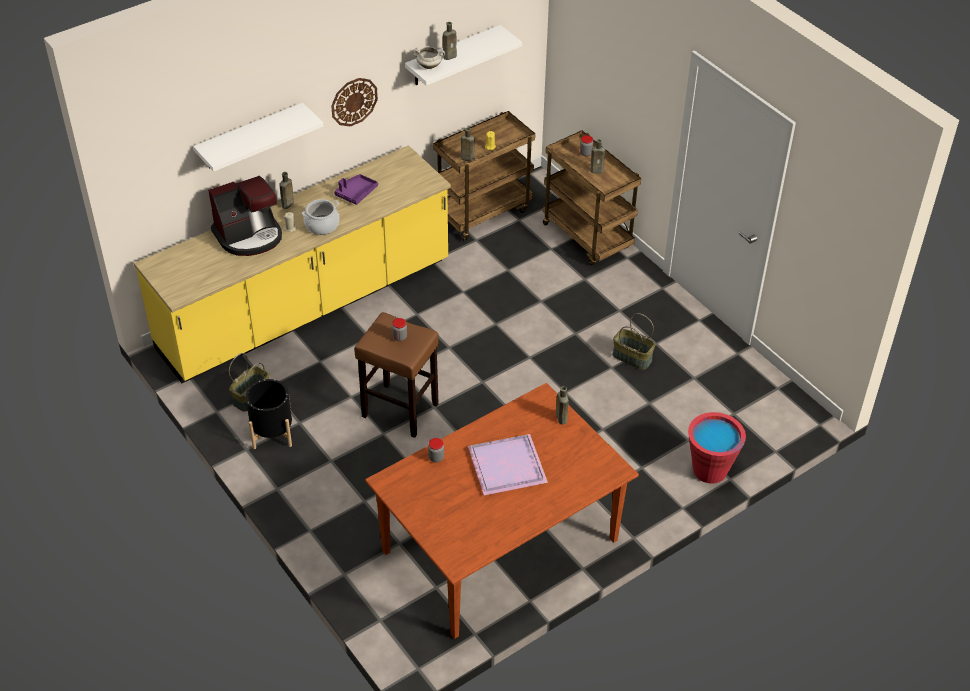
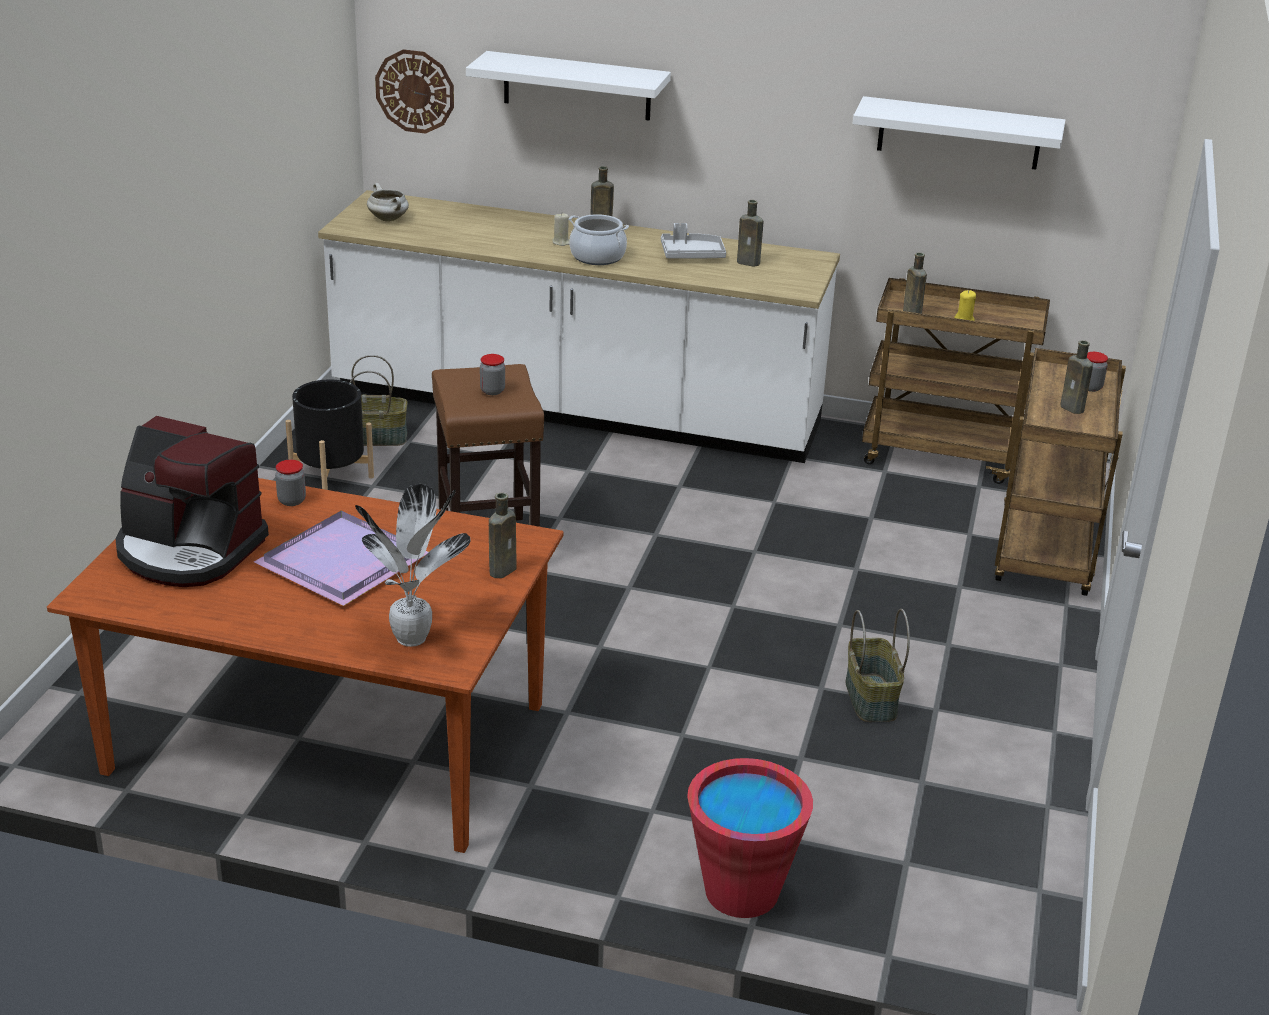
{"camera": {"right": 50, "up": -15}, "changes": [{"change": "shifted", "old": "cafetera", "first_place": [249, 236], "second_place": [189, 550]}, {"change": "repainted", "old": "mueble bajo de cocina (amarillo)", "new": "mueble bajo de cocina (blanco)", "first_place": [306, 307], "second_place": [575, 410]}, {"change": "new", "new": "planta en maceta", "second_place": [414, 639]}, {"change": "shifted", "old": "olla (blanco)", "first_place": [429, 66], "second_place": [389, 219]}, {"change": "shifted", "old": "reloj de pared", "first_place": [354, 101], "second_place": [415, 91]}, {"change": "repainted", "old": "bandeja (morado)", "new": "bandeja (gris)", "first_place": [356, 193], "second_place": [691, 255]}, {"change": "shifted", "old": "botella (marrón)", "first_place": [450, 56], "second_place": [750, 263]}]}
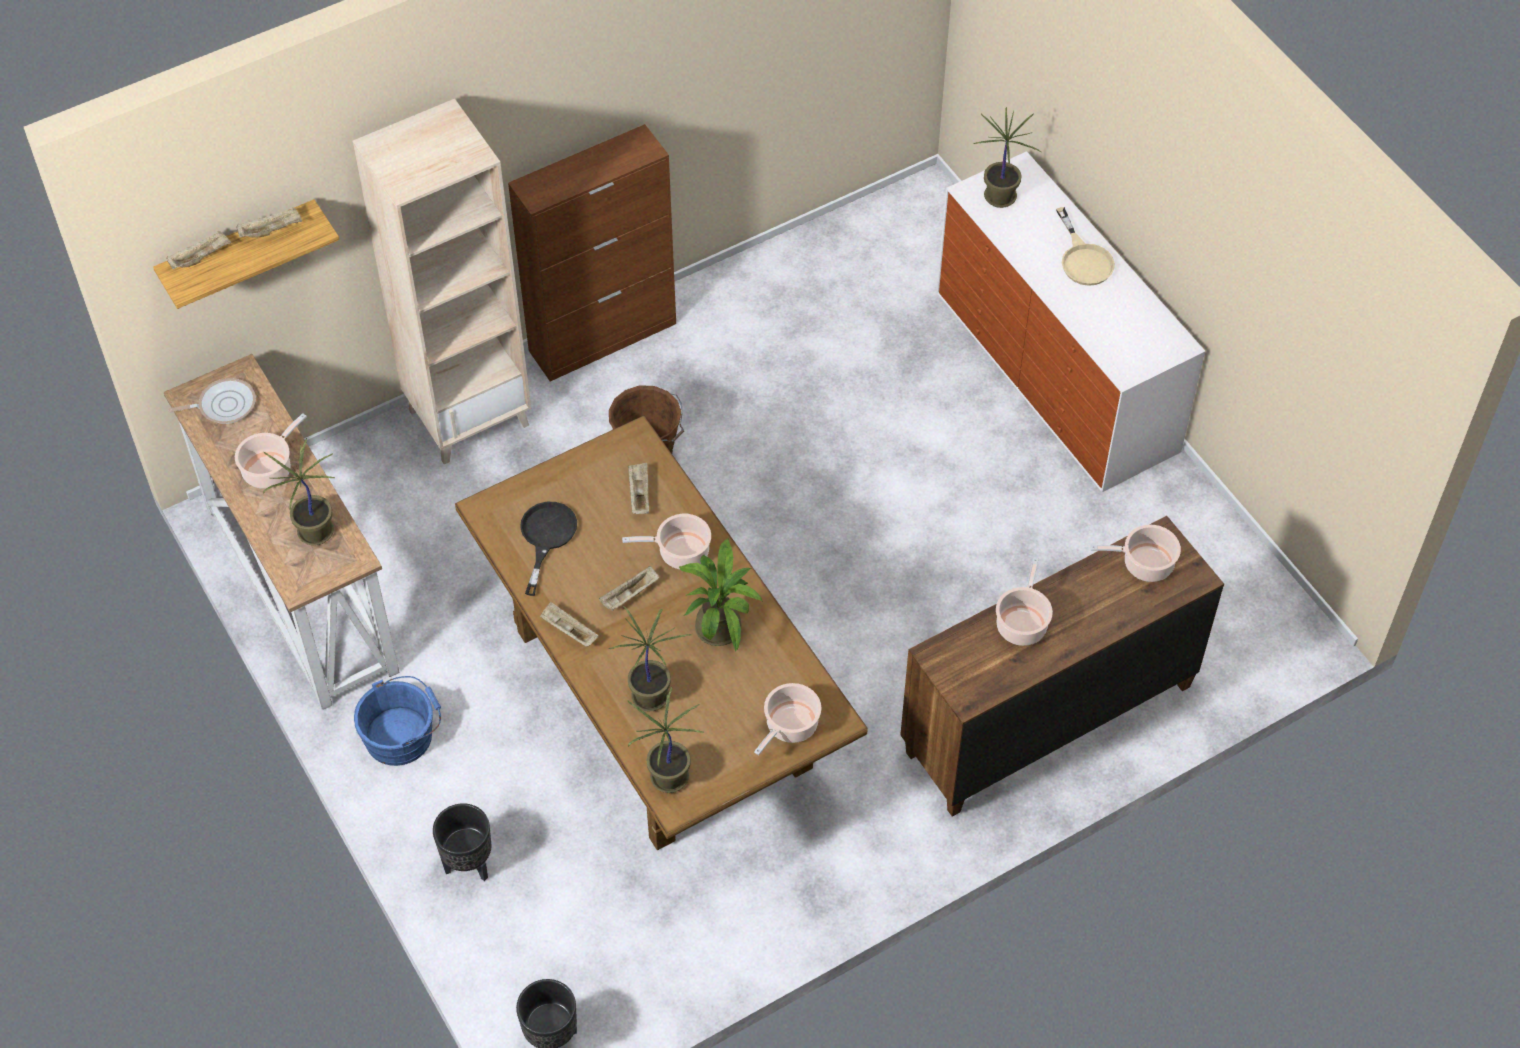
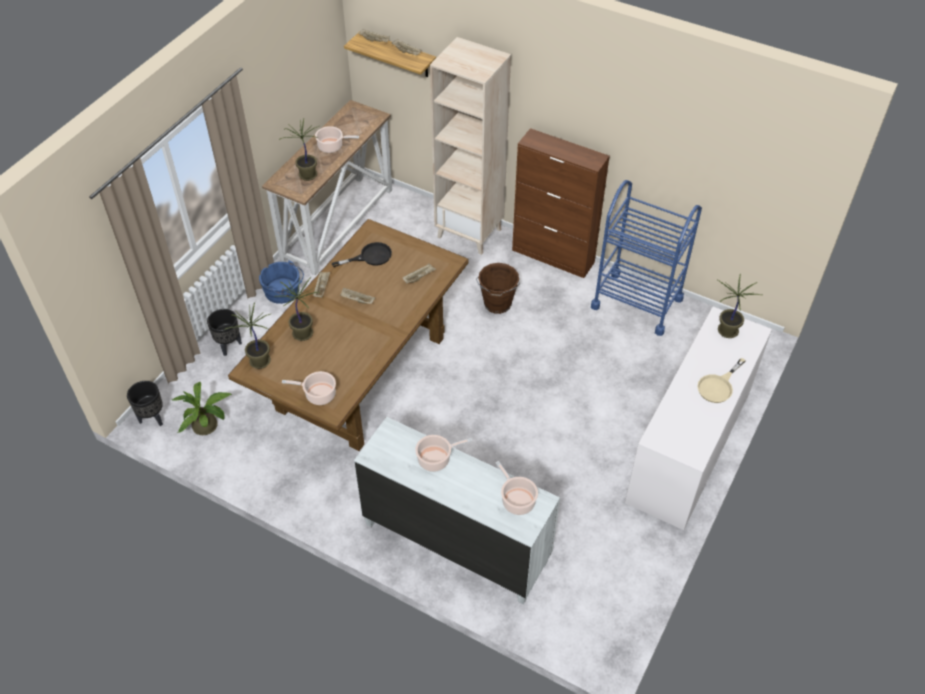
{"camera": {"right": 60, "up": -5}, "changes": [{"change": "shifted", "old": "planta en maceta", "first_place": [721, 624], "second_place": [208, 426]}, {"change": "repainted", "old": "cómoda (marrón)", "new": "cómoda (blanco)", "first_place": [1046, 718], "second_place": [455, 541]}, {"change": "new", "new": "carrito (azul)", "second_place": [636, 303]}, {"change": "gone", "old": "sartén", "first_place": [224, 405]}, {"change": "gone", "old": "olla", "first_place": [680, 552]}]}
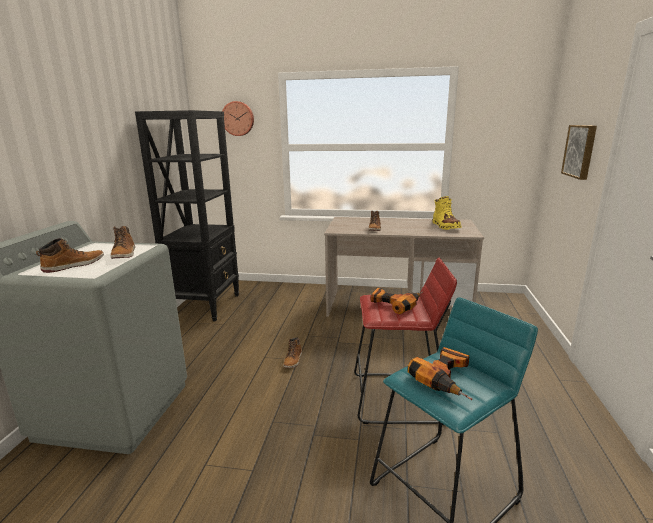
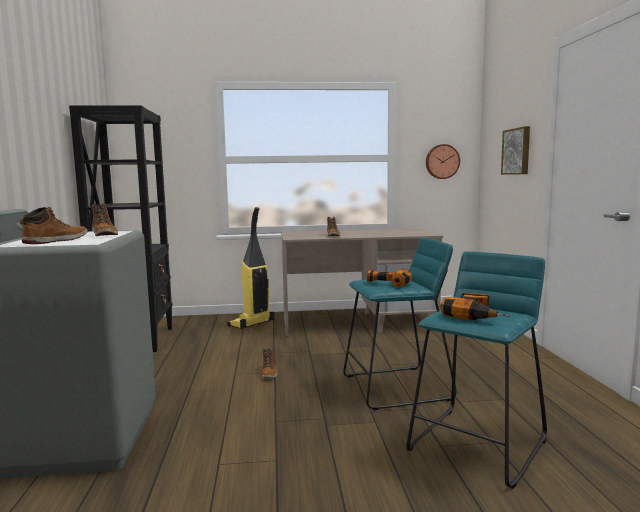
{"camera": {"right": -15, "up": -10}, "changes": [{"change": "new", "new": "aspiradora", "second_place": [251, 324]}, {"change": "repainted", "old": "taburete (rojo)", "new": "taburete (turquesa)", "first_place": [398, 398], "second_place": [397, 388]}, {"change": "shifted", "old": "reloj de pared", "first_place": [238, 118], "second_place": [442, 161]}, {"change": "gone", "old": "bota (amarillo)", "first_place": [445, 226]}]}
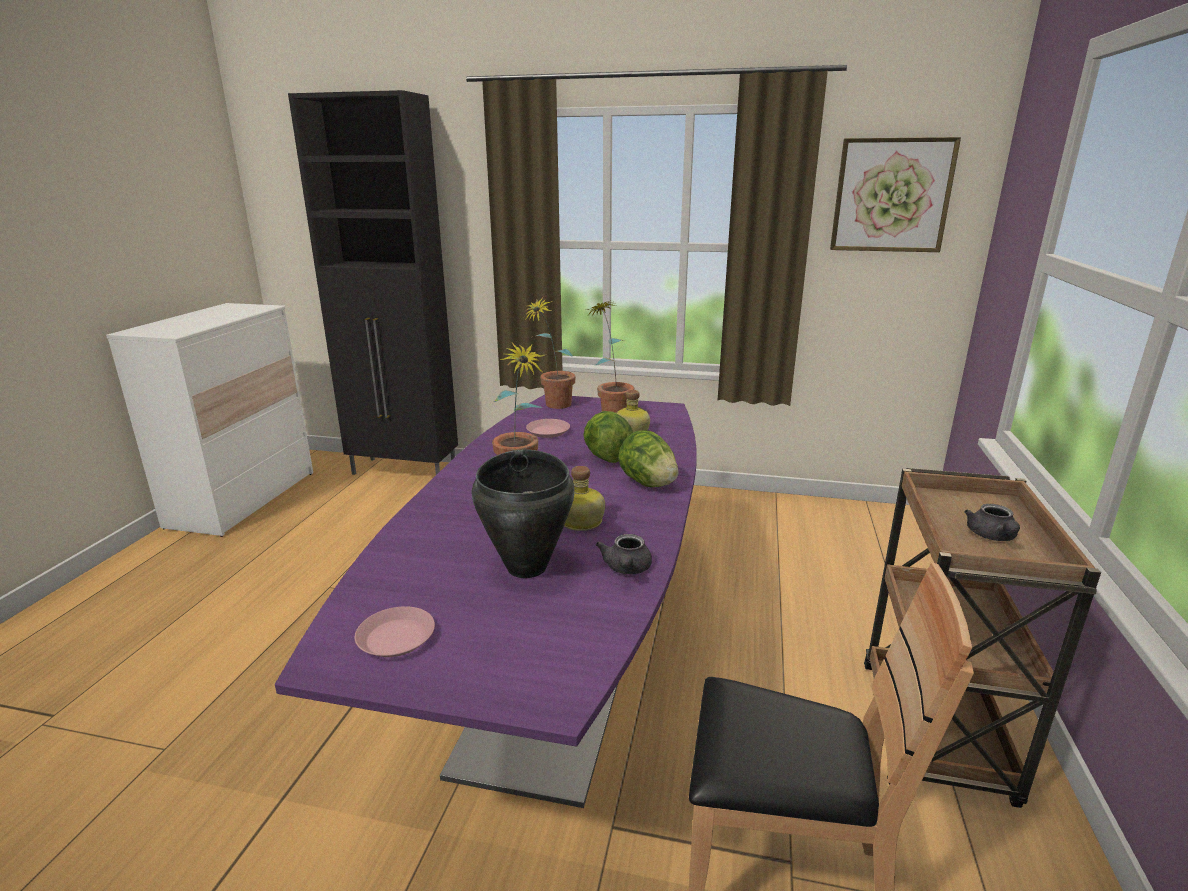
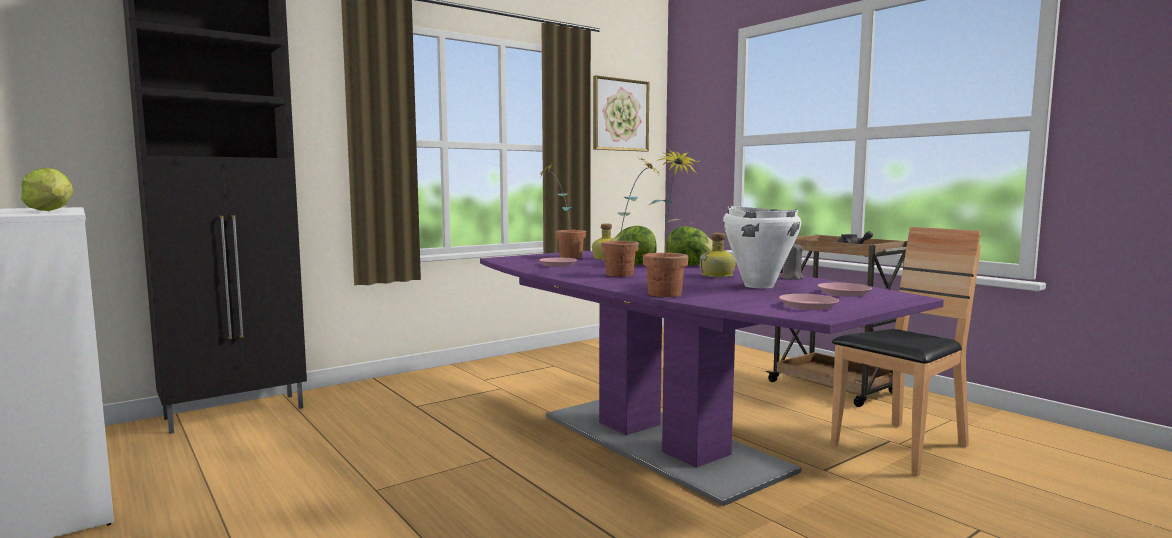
{"camera": {"right": -50, "up": -15}, "changes": [{"change": "new", "new": "lechuga", "second_place": [52, 211]}, {"change": "shifted", "old": "planta en maceta", "first_place": [552, 406], "second_place": [667, 296]}, {"change": "repainted", "old": "olla (negro)", "new": "olla (blanco)", "first_place": [527, 567], "second_place": [758, 286]}, {"change": "swapped", "old": "tetera (gris)", "new": "vela (gris)", "first_place": [626, 569], "second_place": [791, 278]}, {"change": "new", "new": "plato (rosa)", "second_place": [843, 293]}]}
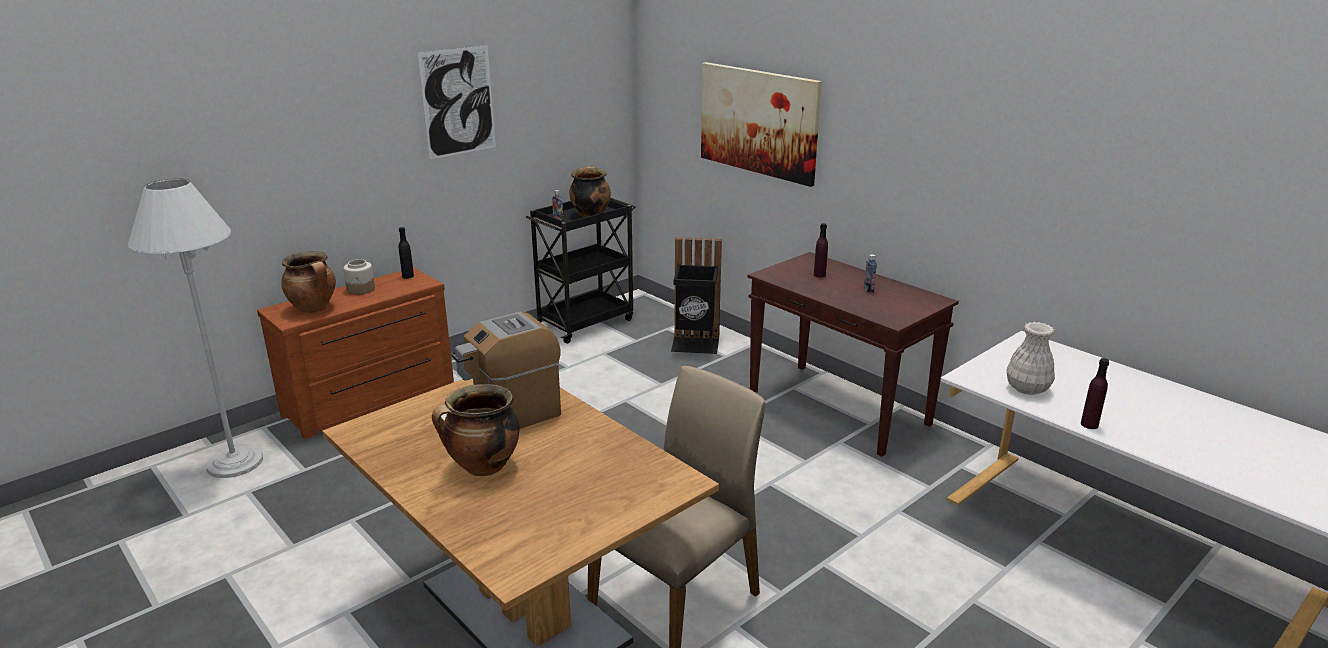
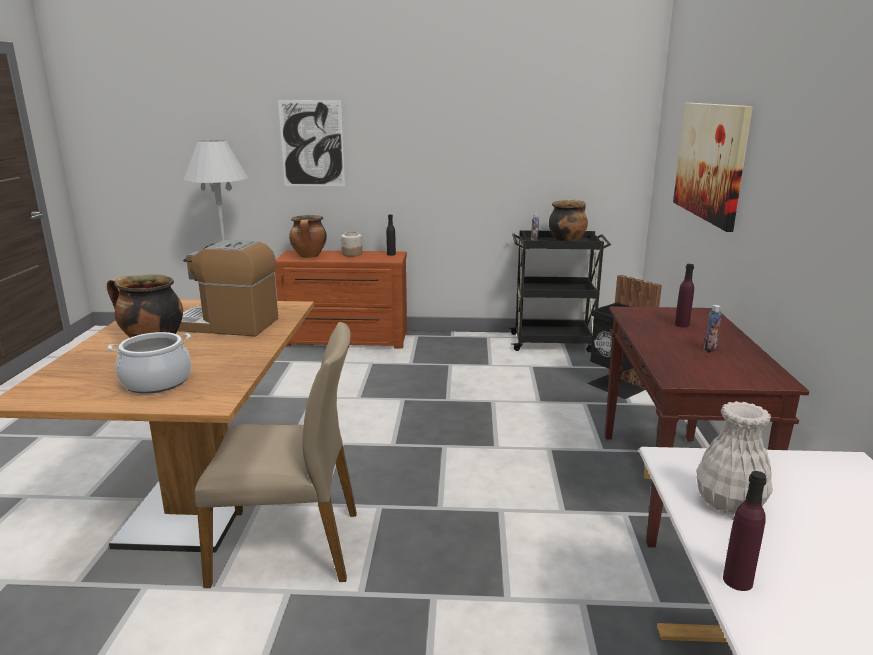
{"camera": {"right": 45, "up": -5}, "changes": [{"change": "new", "new": "olla", "second_place": [156, 382]}, {"change": "shifted", "old": "cuadro", "first_place": [458, 102], "second_place": [312, 143]}]}
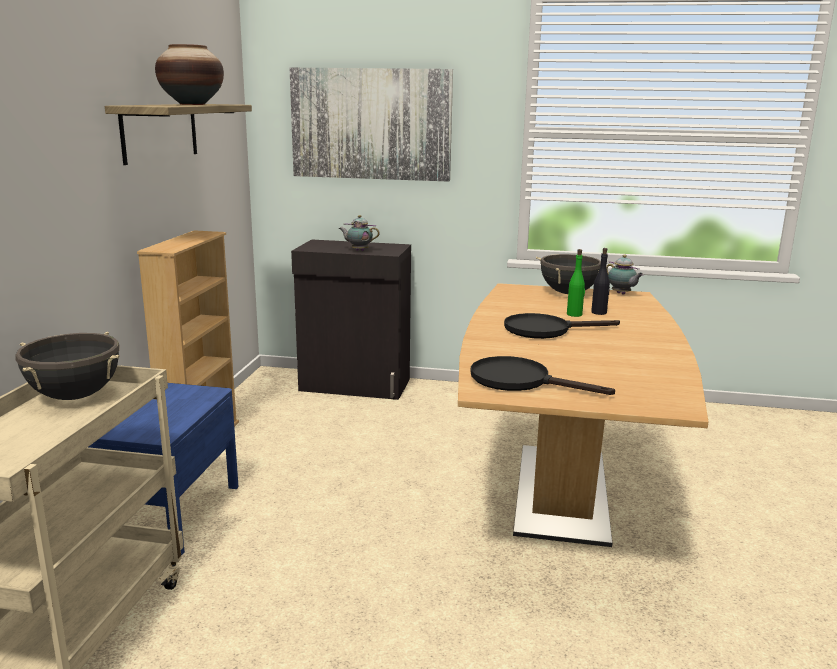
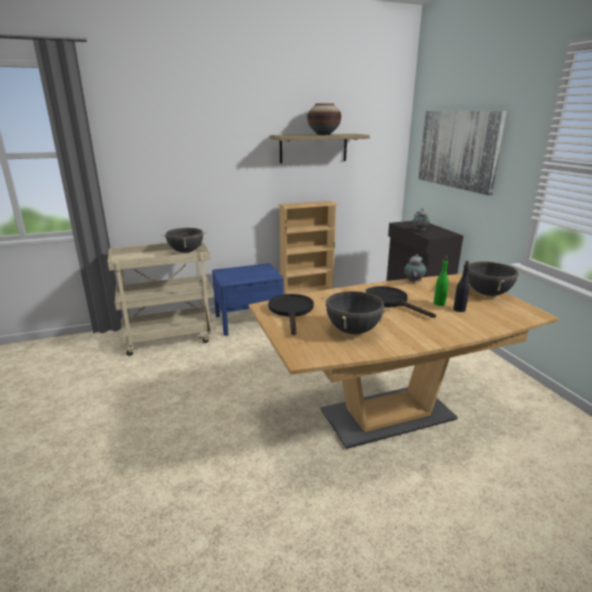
{"camera": {"right": 60, "up": 5}, "changes": [{"change": "new", "new": "olla (negro)", "second_place": [353, 331]}, {"change": "shifted", "old": "tetera", "first_place": [621, 294], "second_place": [413, 282]}]}
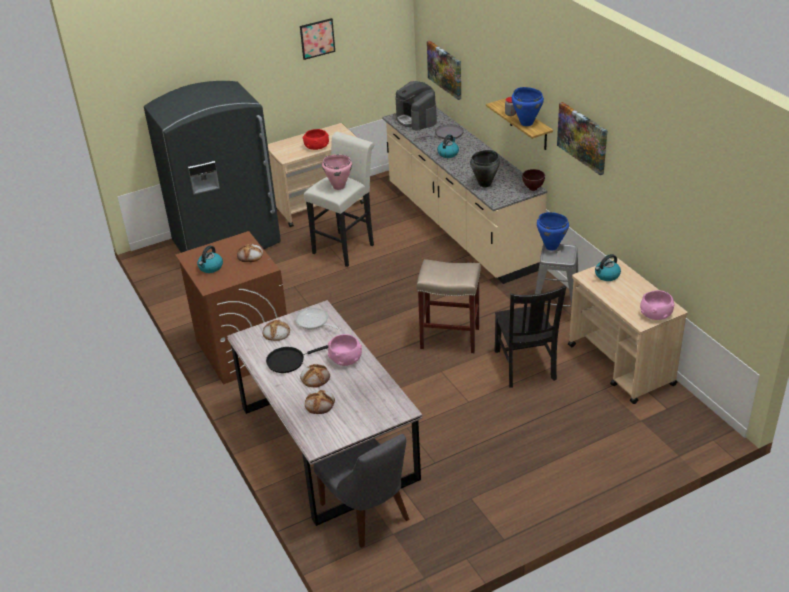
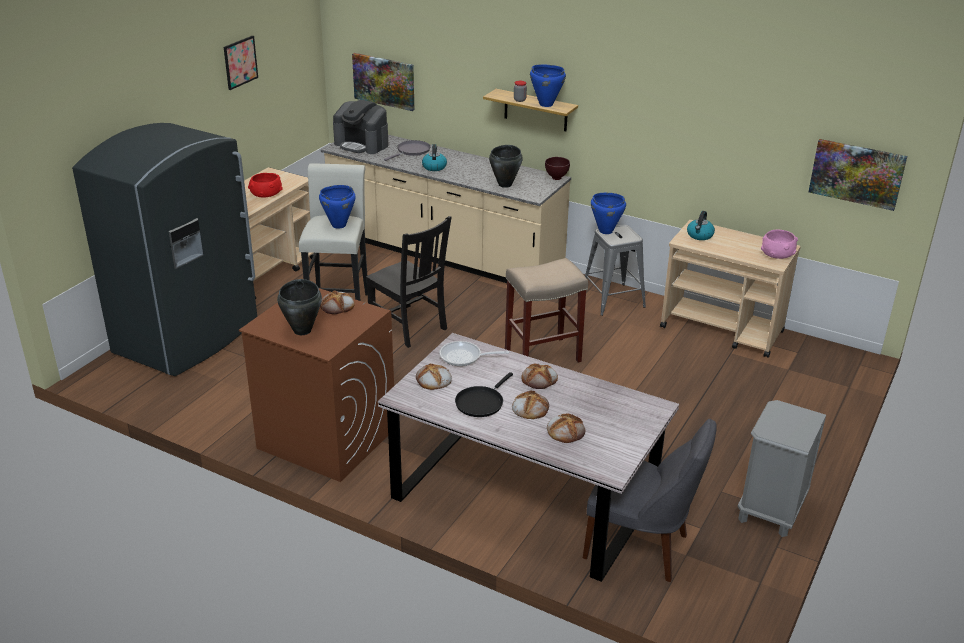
{"camera": {"right": -35, "up": -5}, "changes": [{"change": "swapped", "old": "hervidor", "new": "olla (negro)", "first_place": [210, 267], "second_place": [302, 330]}, {"change": "repainted", "old": "olla (rosa)", "new": "olla (azul)", "first_place": [338, 186], "second_place": [338, 225]}, {"change": "shifted", "old": "silla (negro)", "first_place": [525, 367], "second_place": [409, 327]}, {"change": "swapped", "old": "cuenco (rosa)", "new": "pan", "first_place": [346, 357], "second_place": [539, 379]}, {"change": "new", "new": "mesita de noche (gris)", "second_place": [771, 511]}, {"change": "shifted", "old": "cuadro", "first_place": [583, 137], "second_place": [857, 173]}]}
